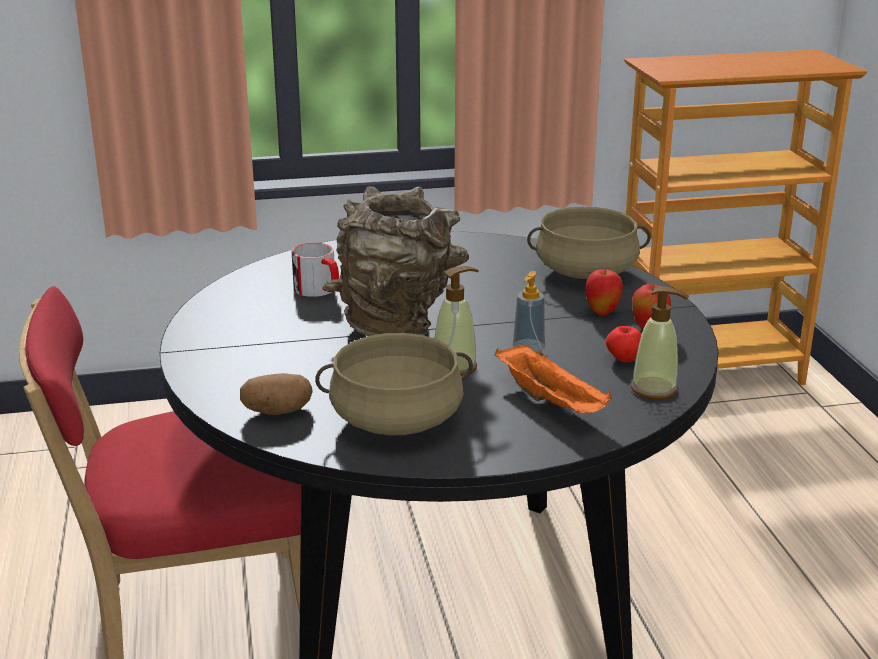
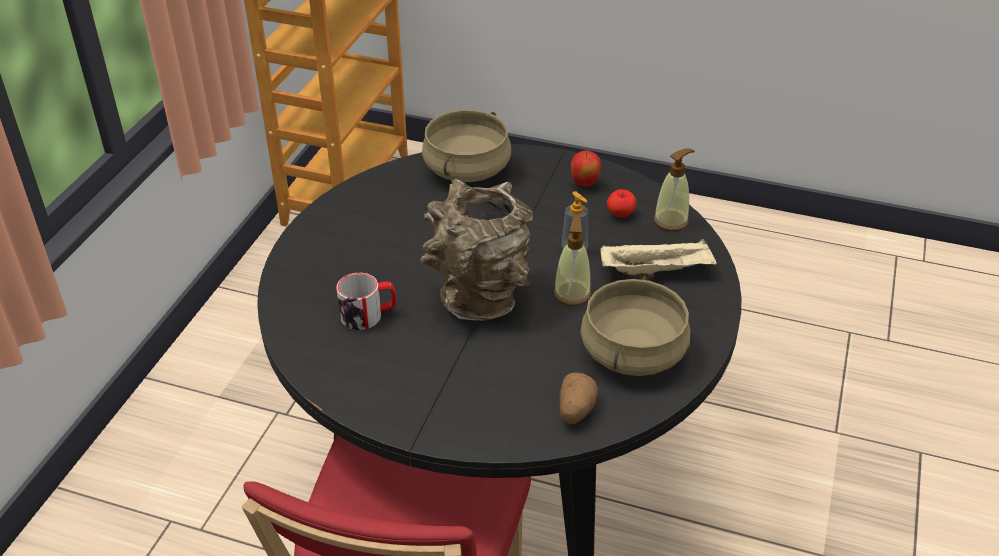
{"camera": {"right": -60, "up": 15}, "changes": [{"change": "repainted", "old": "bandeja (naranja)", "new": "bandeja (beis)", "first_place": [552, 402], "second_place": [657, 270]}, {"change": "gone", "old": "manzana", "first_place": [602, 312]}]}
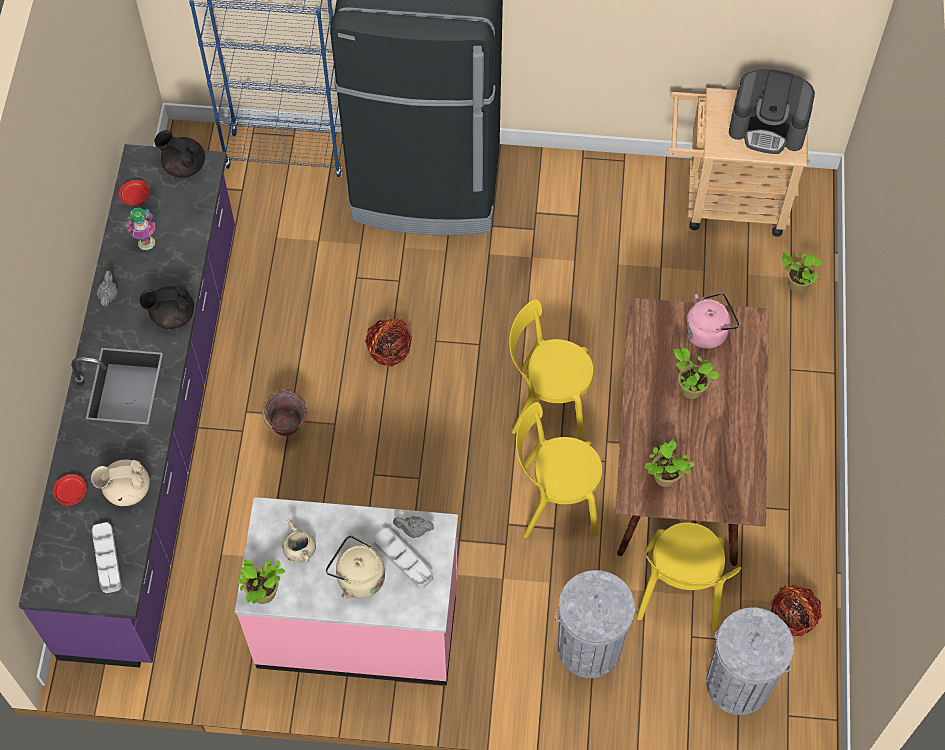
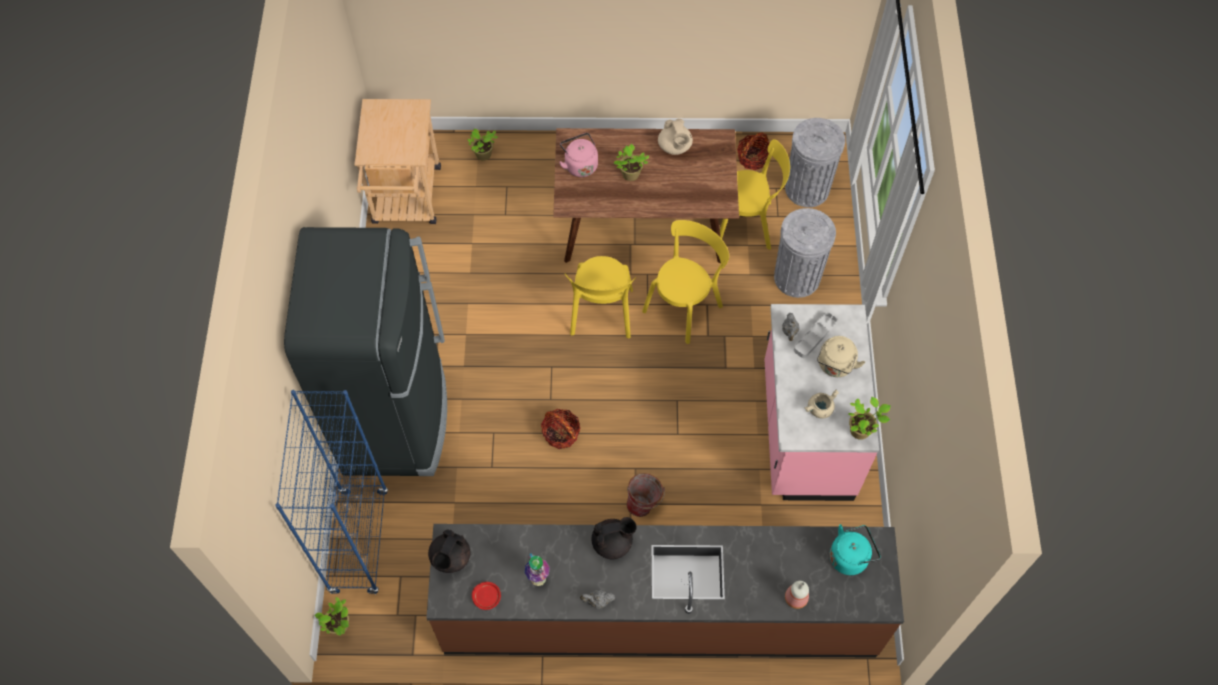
{"camera": {"right": -95, "up": 0}, "changes": [{"change": "shifted", "old": "planta en maceta", "first_place": [664, 478], "second_place": [340, 626]}, {"change": "repainted", "old": "mueble bajo de cocina (morado)", "new": "mueble bajo de cocina (marrón)", "first_place": [155, 433], "second_place": [659, 612]}, {"change": "rotated", "old": "tetera (negro)", "first_place": [172, 315], "second_place": [613, 543], "degrees": -90}, {"change": "rotated", "old": "silla (amarillo)", "first_place": [554, 501], "second_place": [684, 306], "degrees": -135}, {"change": "shifted", "old": "tetera (beis)", "first_place": [126, 489], "second_place": [675, 147]}, {"change": "swapped", "old": "plato (rojo)", "new": "botella", "first_place": [71, 492], "second_place": [795, 598]}, {"change": "swapped", "old": "bandeja (gris)", "new": "hervidor (turquesa)", "first_place": [107, 559], "second_place": [850, 557]}, {"change": "gone", "old": "cafetera", "first_place": [768, 127]}]}
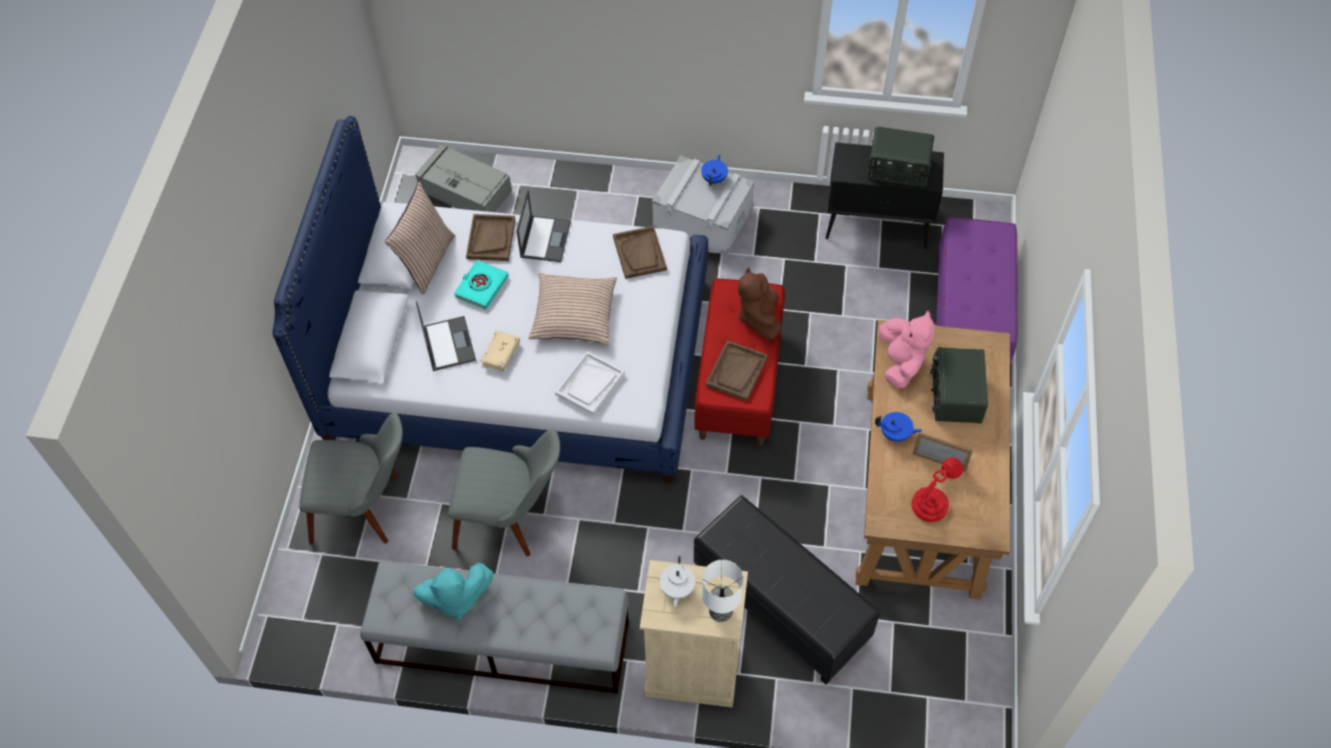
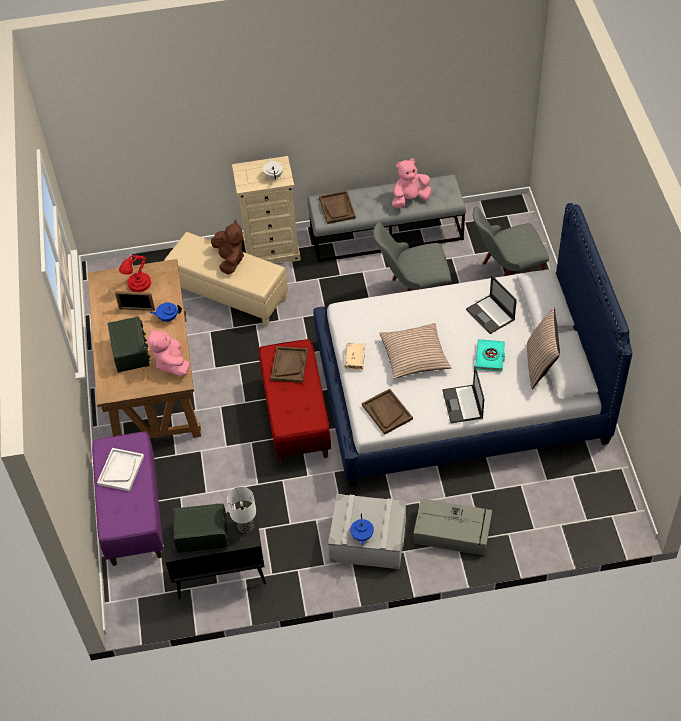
{"camera": {"right": 165, "up": -5}, "changes": [{"change": "shifted", "old": "bandeja (blanco)", "first_place": [590, 384], "second_place": [121, 470]}, {"change": "repainted", "old": "puf (negro)", "new": "puf (beis)", "first_place": [780, 605], "second_place": [229, 294]}, {"change": "shifted", "old": "peluche (marrón)", "first_place": [759, 317], "second_place": [230, 260]}, {"change": "shifted", "old": "lámpara de mesa", "first_place": [720, 610], "second_place": [246, 526]}, {"change": "shifted", "old": "bandeja (marrón)", "first_place": [491, 238], "second_place": [337, 208]}, {"change": "shifted", "old": "libro (beis)", "first_place": [501, 354], "second_place": [355, 359]}, {"change": "repainted", "old": "peluche (turquesa)", "new": "peluche (rosa)", "first_place": [455, 599], "second_place": [410, 199]}, {"change": "shifted", "old": "caja de almacenaje (gris)", "first_place": [464, 190], "second_place": [453, 532]}]}
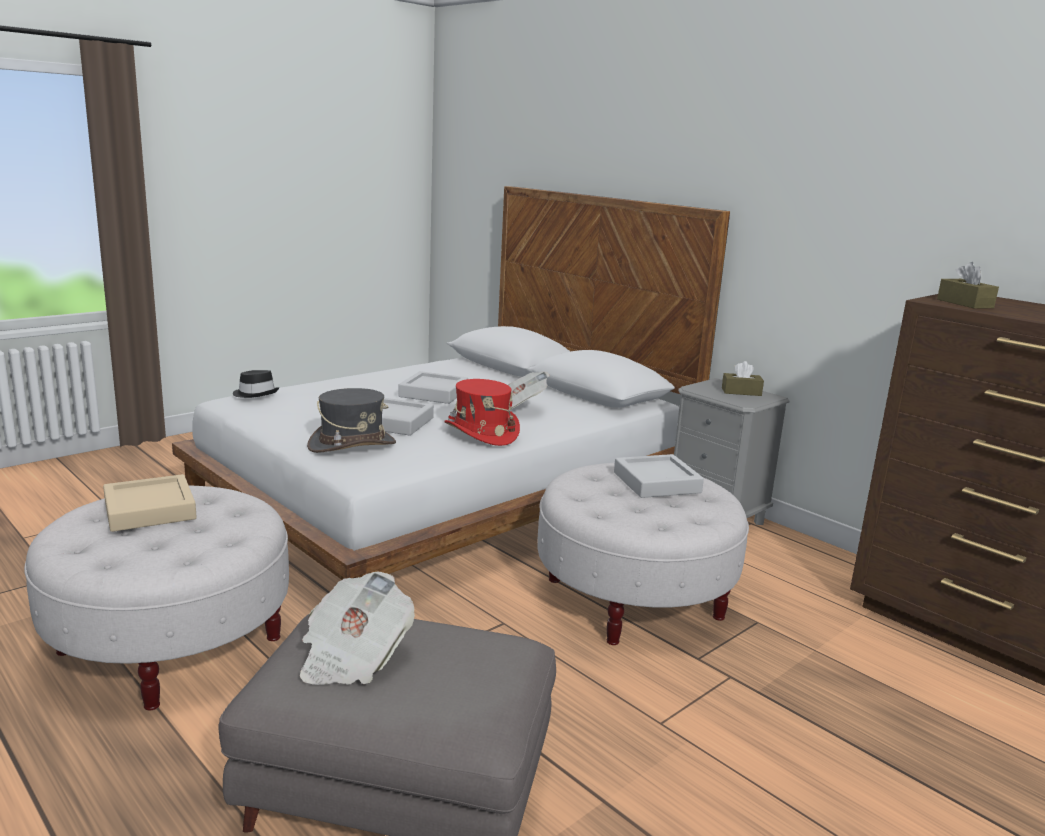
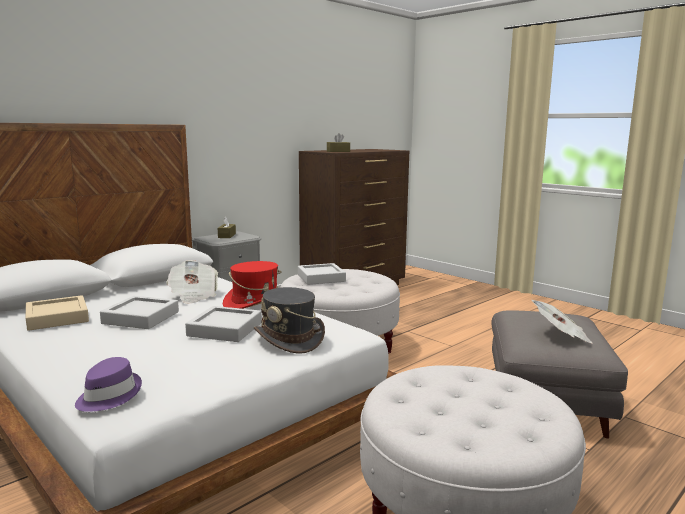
{"camera": {"right": -90, "up": -5}, "changes": [{"change": "shifted", "old": "bandeja (beis)", "first_place": [150, 510], "second_place": [57, 318]}, {"change": "repainted", "old": "sombrero (negro)", "new": "sombrero (morado)", "first_place": [255, 393], "second_place": [108, 395]}]}
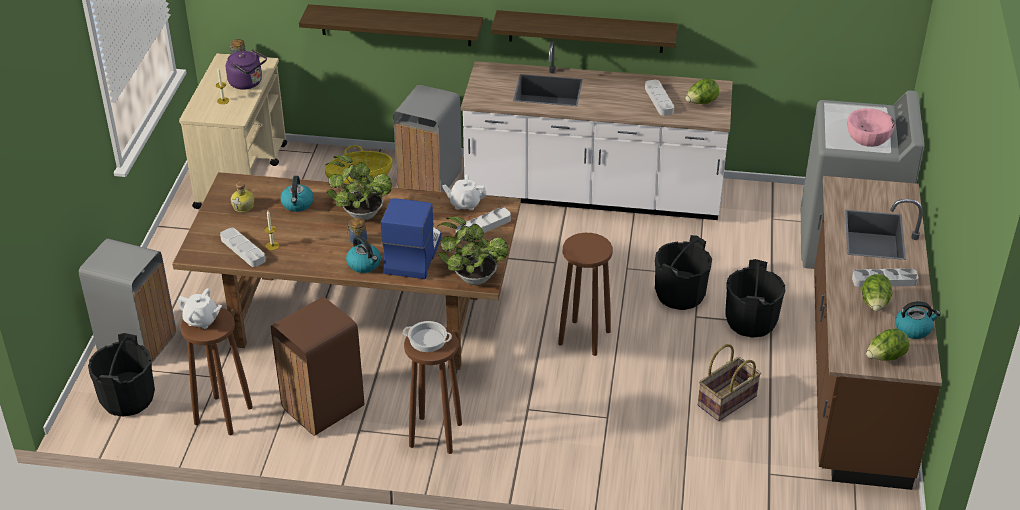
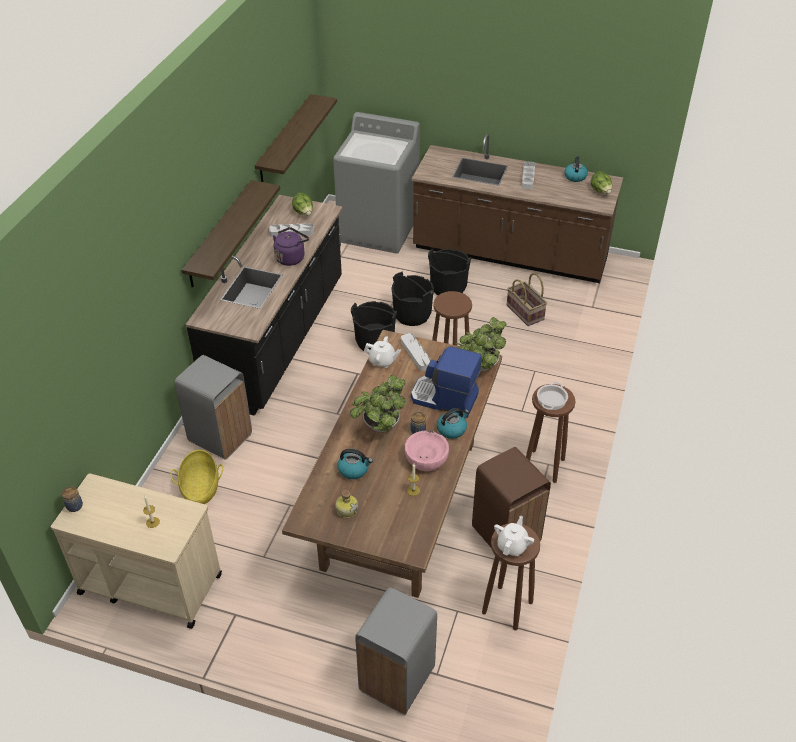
{"camera": {"right": -80, "up": 5}, "changes": [{"change": "repainted", "old": "mueble bajo de cocina (blanco)", "new": "mueble bajo de cocina (negro)", "first_place": [593, 195], "second_place": [278, 340]}, {"change": "shifted", "old": "estante", "first_place": [395, 25], "second_place": [284, 139]}, {"change": "shifted", "old": "hervidor (morado)", "first_place": [248, 83], "second_place": [291, 257]}, {"change": "shifted", "old": "cubo (negro)", "first_place": [128, 398], "second_place": [375, 341]}, {"change": "rotated", "old": "tetera (blanco)", "first_place": [465, 204], "second_place": [382, 361], "degrees": -90}, {"change": "shifted", "old": "cuenco (rosa)", "first_place": [868, 137], "second_place": [426, 459]}, {"change": "gone", "old": "bandeja (gris)", "first_place": [243, 250]}, {"change": "gone", "old": "lechuga", "first_place": [874, 304]}]}
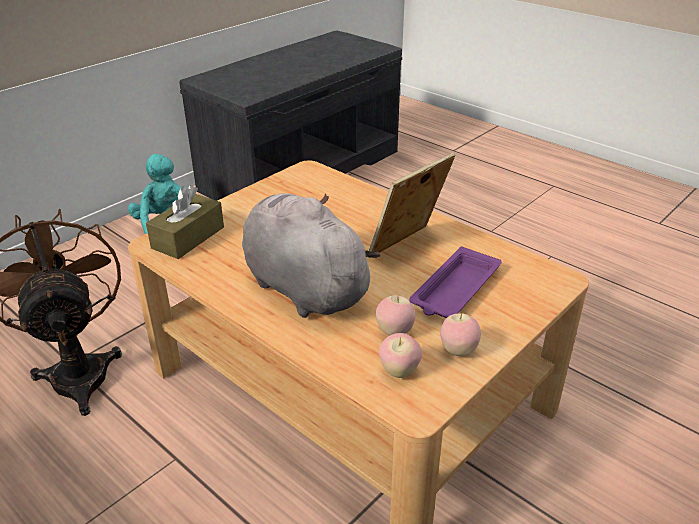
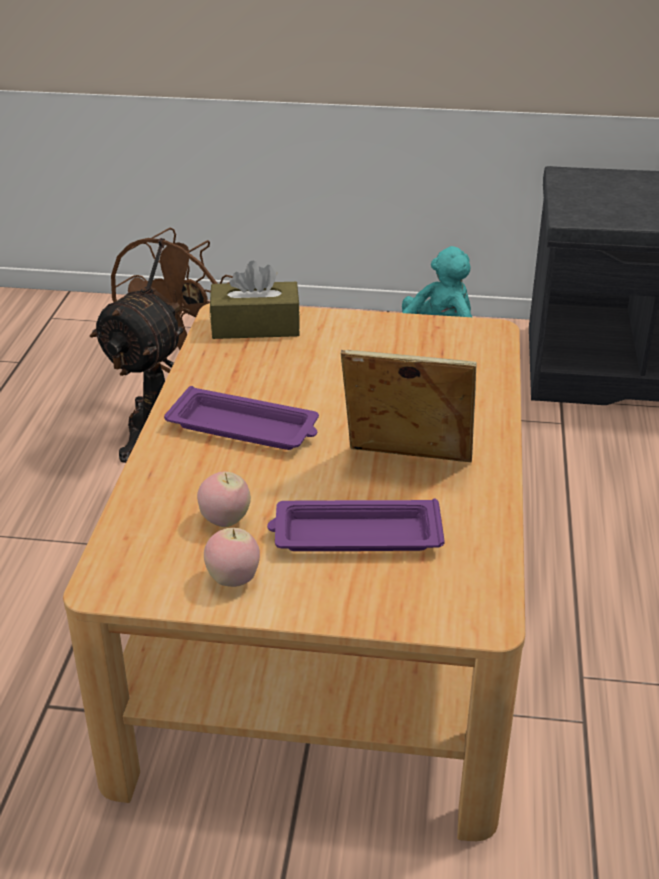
{"camera": {"right": 55, "up": 0}, "changes": [{"change": "swapped", "old": "peluche (gris)", "new": "bandeja (morado)", "first_place": [302, 286], "second_place": [245, 428]}, {"change": "gone", "old": "manzana", "first_place": [399, 371]}]}
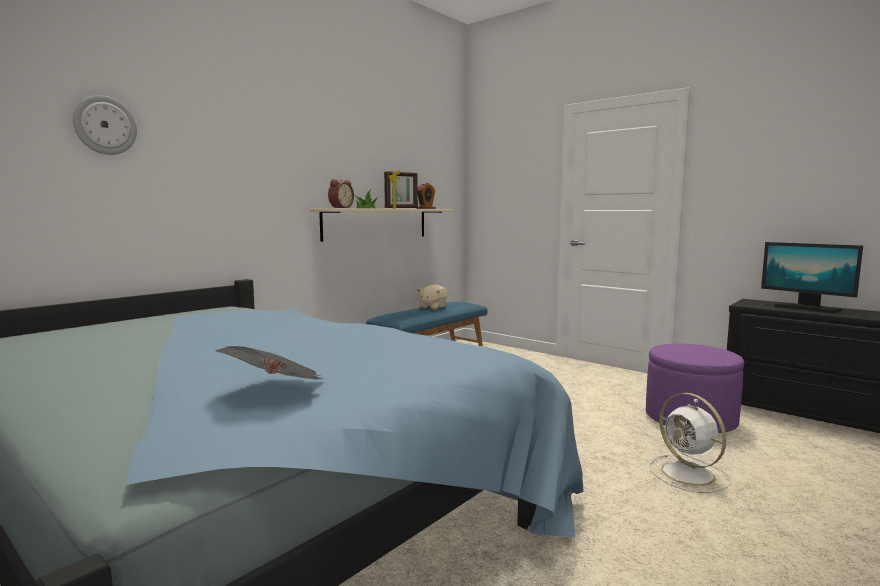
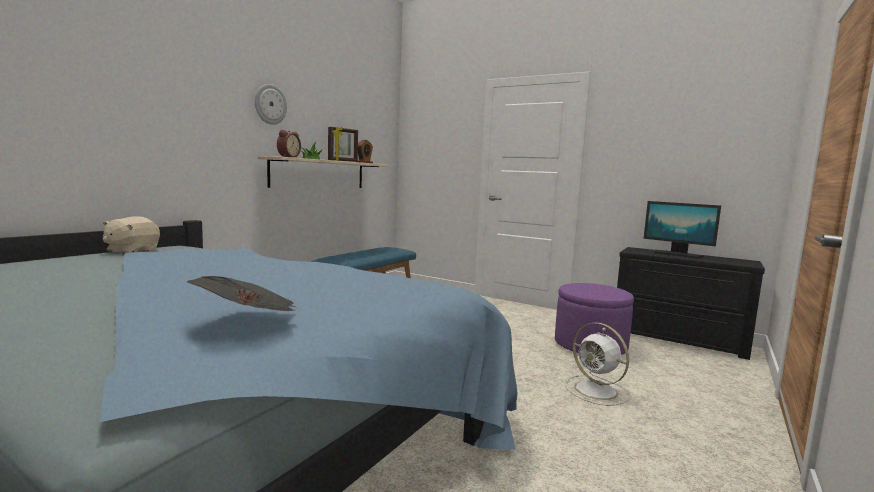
{"camera": {"right": -10, "up": 0}, "changes": [{"change": "shifted", "old": "peluche (beis)", "first_place": [432, 307], "second_place": [131, 251]}, {"change": "shifted", "old": "reloj de pared", "first_place": [105, 125], "second_place": [270, 104]}]}
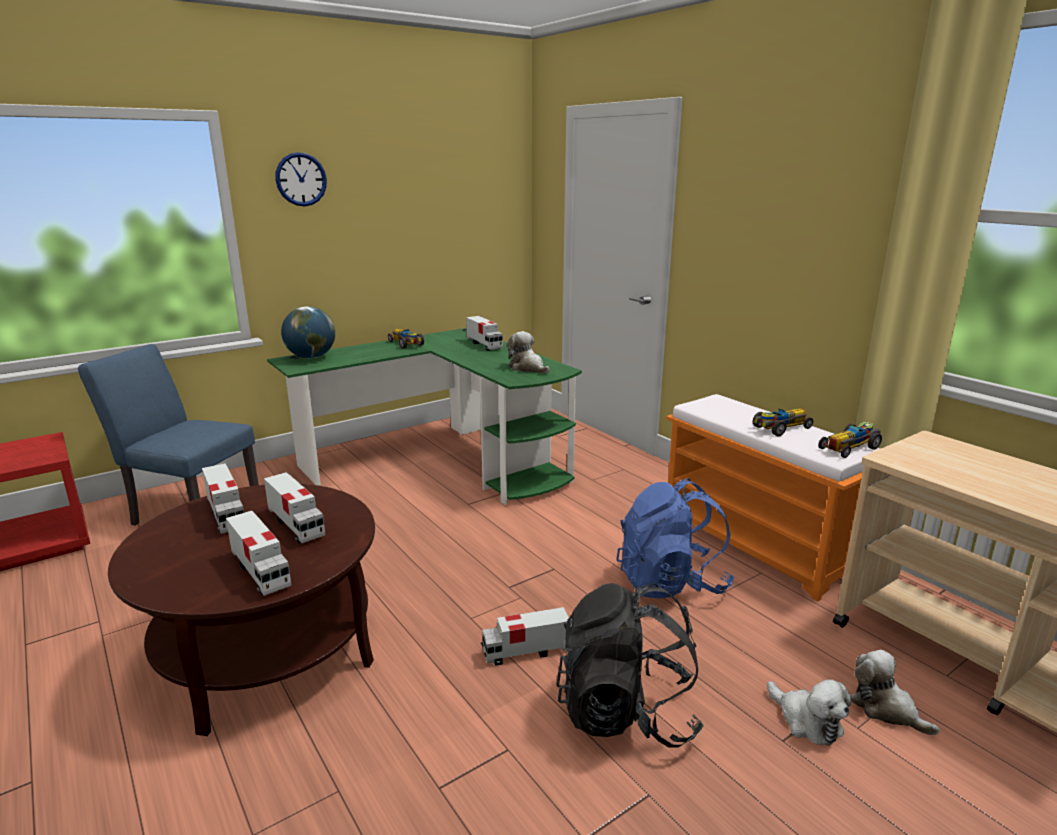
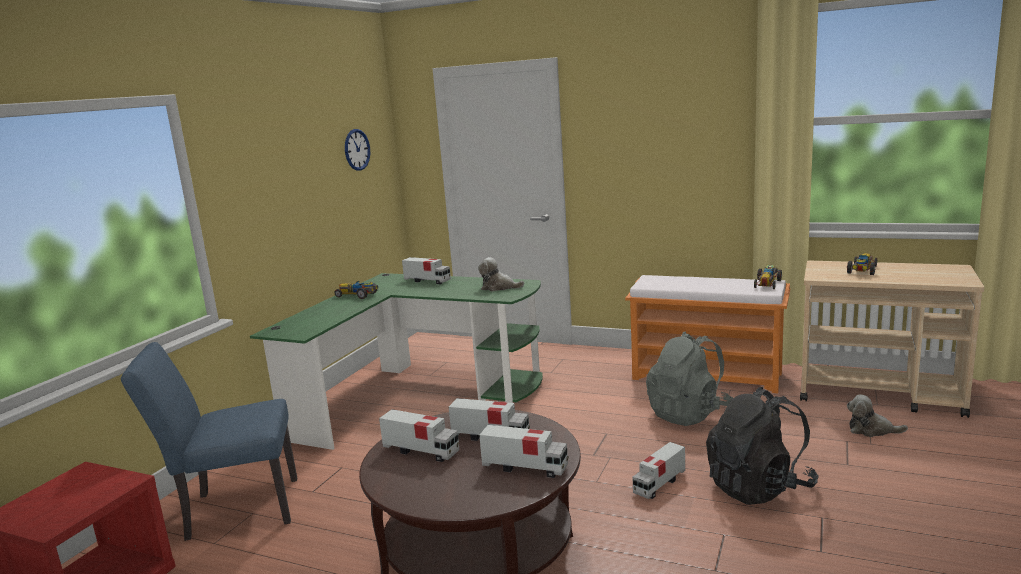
{"camera": {"right": -30, "up": -5}, "changes": [{"change": "shifted", "old": "reloj de pared", "first_place": [301, 179], "second_place": [357, 149]}, {"change": "repainted", "old": "mochila (azul)", "new": "mochila (gris)", "first_place": [671, 583], "second_place": [689, 414]}, {"change": "shifted", "old": "coche de juguete", "first_place": [780, 428], "second_place": [862, 270]}, {"change": "gone", "old": "globo terráqueo", "first_place": [311, 357]}, {"change": "gone", "old": "peluche", "first_place": [807, 721]}]}
